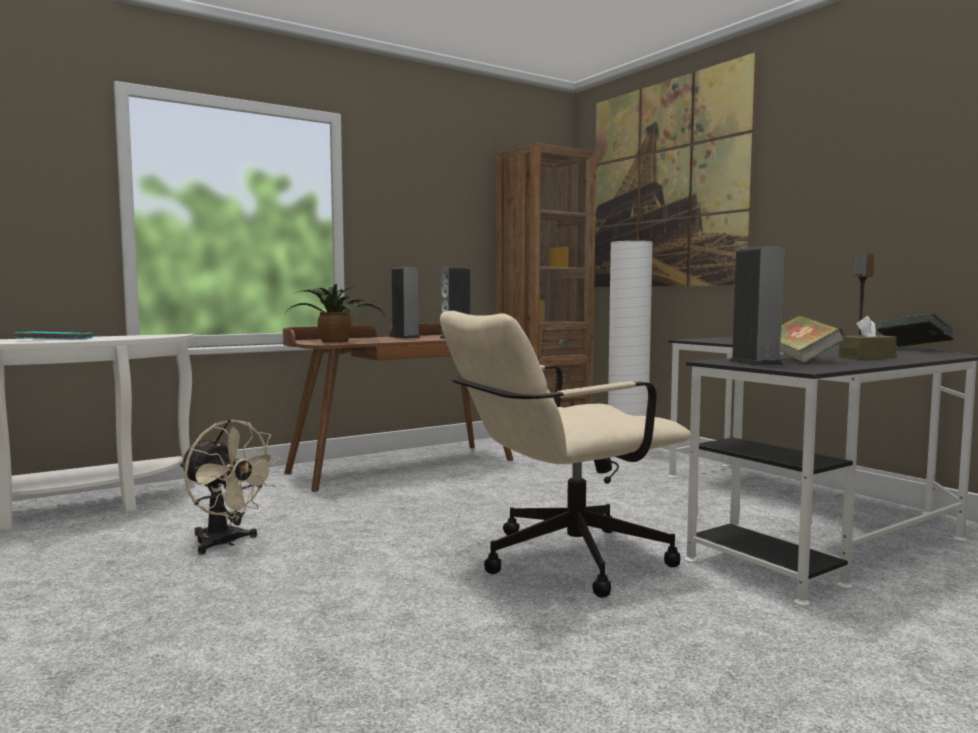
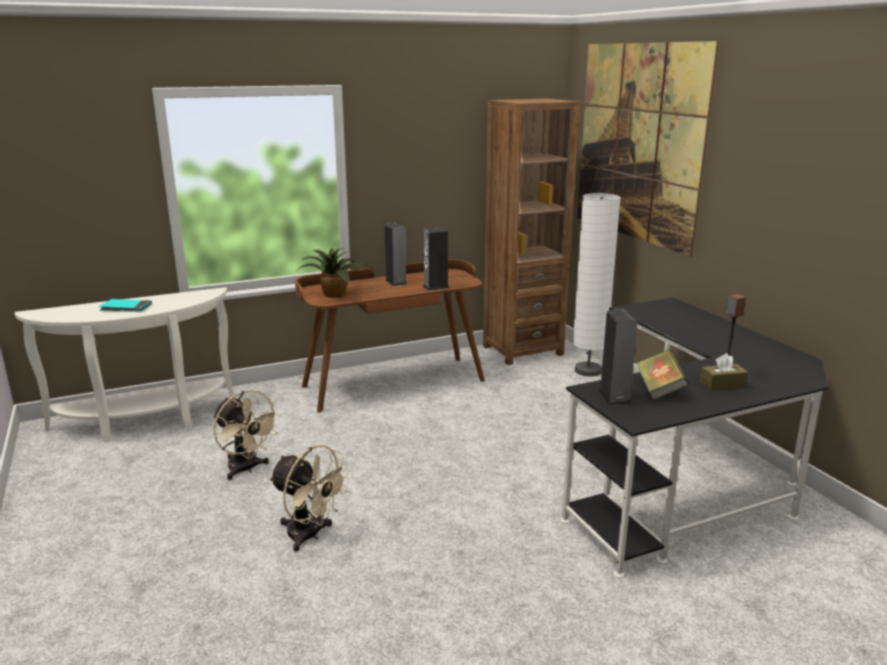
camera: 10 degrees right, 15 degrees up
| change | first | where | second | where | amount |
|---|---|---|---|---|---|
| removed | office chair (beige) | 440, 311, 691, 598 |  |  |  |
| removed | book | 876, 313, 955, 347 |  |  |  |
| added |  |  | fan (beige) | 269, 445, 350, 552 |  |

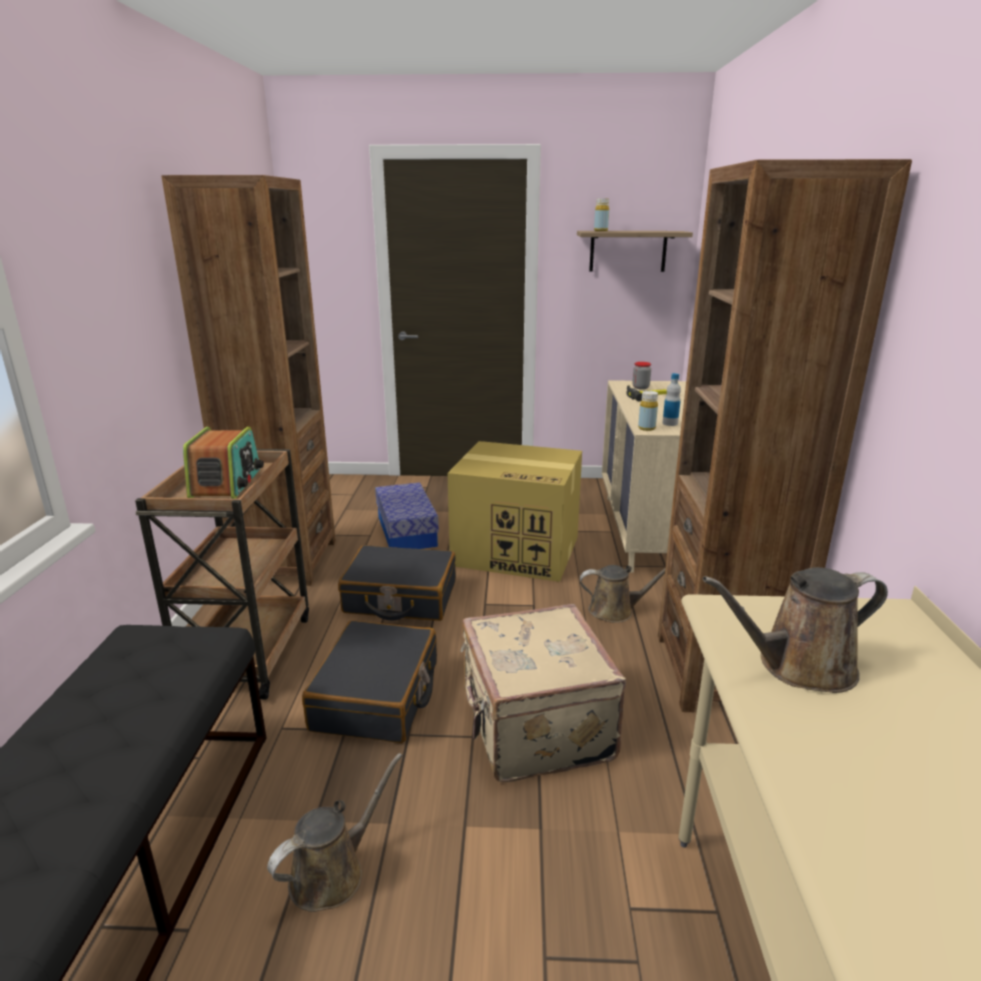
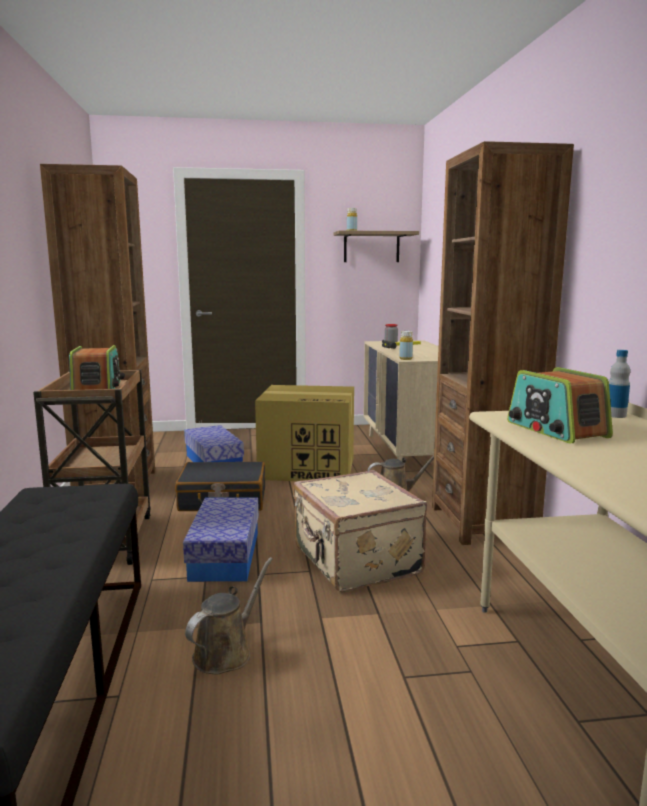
camera: 10 degrees left, 10 degrees down
| change | first | where | second | where | amount |
|---|---|---|---|---|---|
| moved | bottle | 662, 373, 681, 426 |  | 609, 350, 630, 418 |  |
| replaced | watering can (brown) | 702, 567, 888, 693 | radio | 507, 367, 613, 443 |  |
| replaced | suitcase (black) | 302, 620, 437, 743 | storage box | 183, 497, 259, 582 |  |

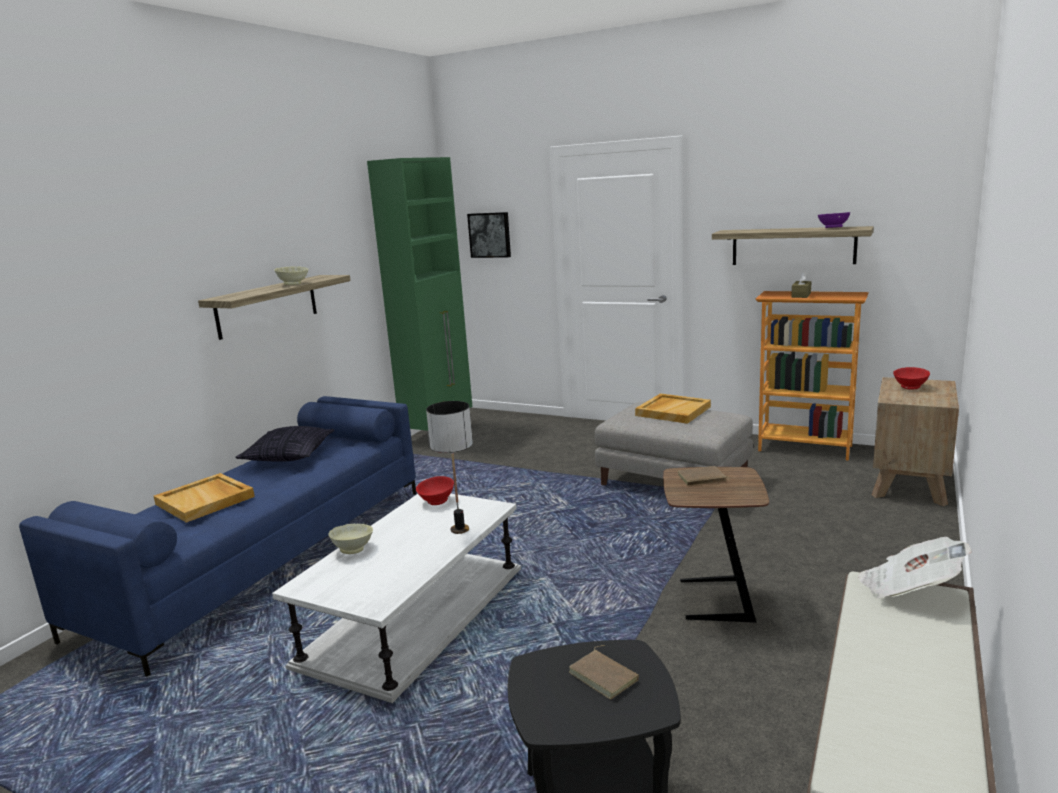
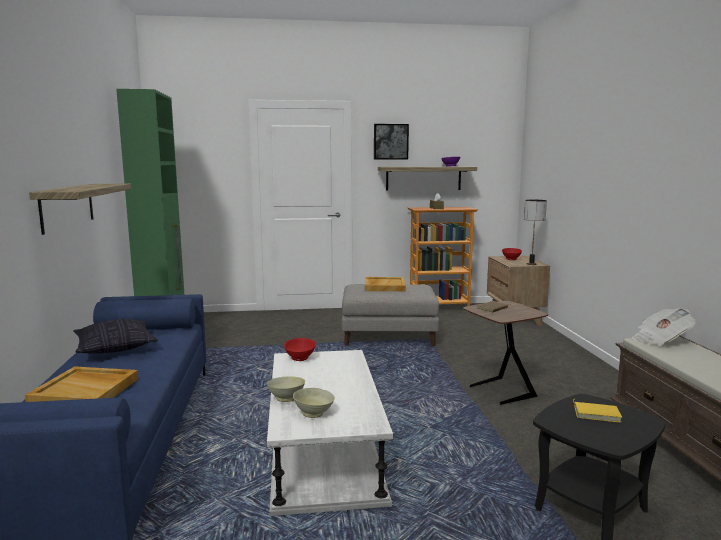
camera: 35 degrees left, 5 degrees down
| change | first | where | second | where | amount |
|---|---|---|---|---|---|
| moved | picture | 467, 212, 511, 258 |  | 374, 124, 409, 159 |  |
| moved | bowl (beige) | 274, 266, 308, 285 |  | 293, 388, 335, 418 |  |
| moved | table lamp | 426, 401, 473, 534 |  | 524, 200, 547, 265 |  |
| recoloured | book (brown) | 569, 645, 639, 700 | book (yellow) | 573, 400, 622, 423 |  |

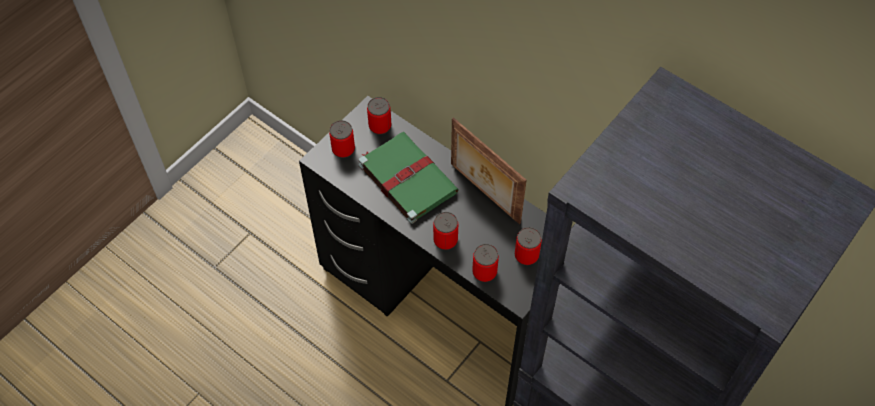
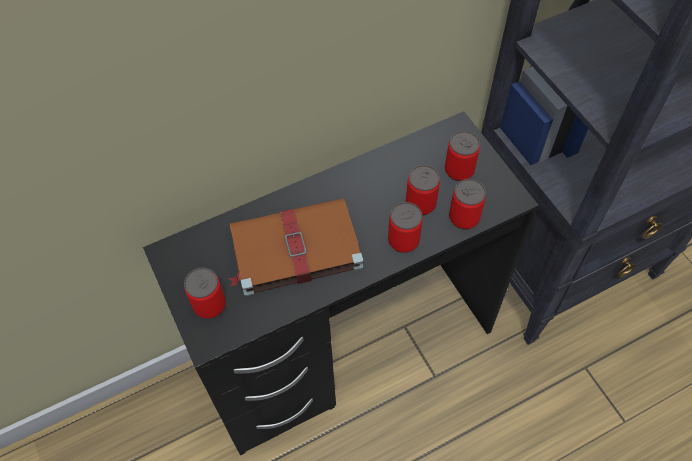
camera: 65 degrees left, 0 degrees up
| change | first | where | second | where | amount |
|---|---|---|---|---|---|
| moved | can | 367, 97, 391, 134 |  | 406, 165, 440, 216 |  |
| removed | picture frame | 451, 117, 527, 224 |  |  |  |
| recoloured | book (green) | 359, 132, 459, 224 | book (brown) | 229, 198, 363, 297 |  |

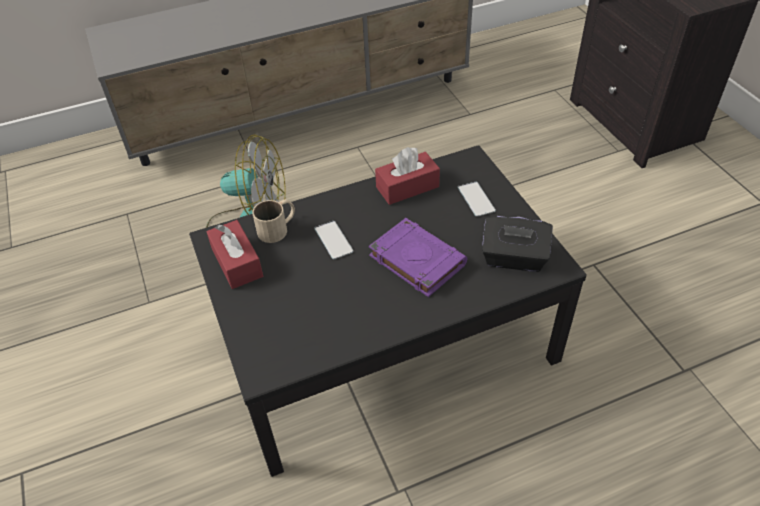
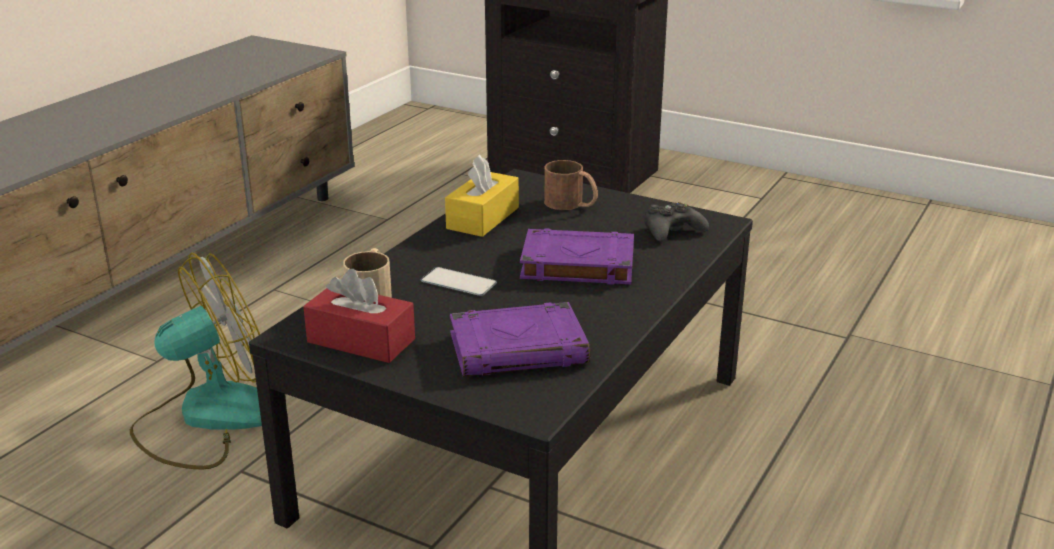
camera: 40 degrees left, 20 degrees down
| change | first | where | second | where | amount |
|---|---|---|---|---|---|
| recoloured | tissue box (red) | 375, 147, 440, 205 | tissue box (yellow) | 445, 155, 519, 237 |  |
| replaced | phone | 458, 181, 496, 217 | mug (brown) | 544, 160, 598, 210 |  |
| replaced | tissue box (black) | 482, 216, 553, 272 | game controller (black) | 644, 202, 709, 241 |  |
| added |  |  | book (purple) | 450, 302, 590, 377 |  |

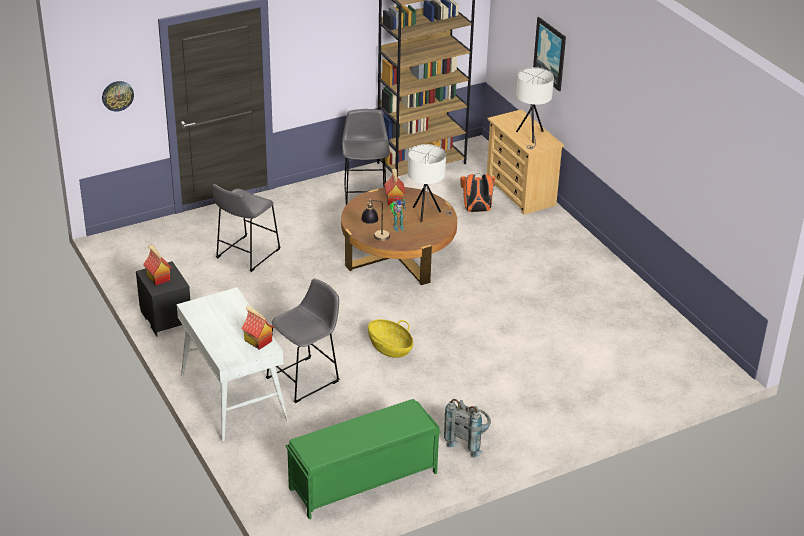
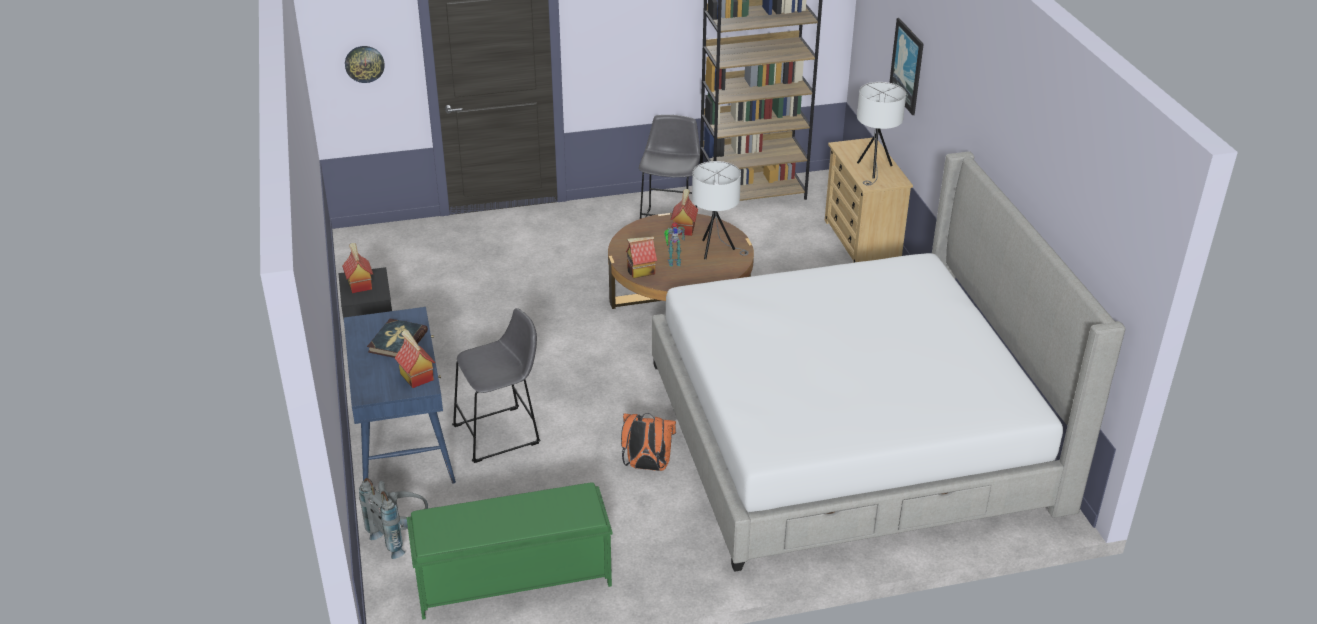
camera: 15 degrees right, 0 degrees up
| change | first | where | second | where | amount |
|---|---|---|---|---|---|
| moved | backpack (orange) | 460, 173, 495, 212 |  | 621, 413, 676, 471 |  |
| removed | stool (grey) | 212, 184, 280, 272 |  |  |  |
| replaced | table lamp | 361, 199, 390, 241 | toy house | 626, 237, 657, 278 |  |
| recoloured | desk (white) | 177, 287, 288, 441 | desk (blue) | 344, 307, 456, 484 |  |
| removed | basket | 368, 319, 413, 358 |  |  |  |
| moved | backpack (grey) | 444, 399, 491, 457 |  | 359, 478, 428, 559 |  |
| added |  |  | bed | 652, 151, 1126, 572 |  |
| added |  |  | book | 367, 319, 428, 358 |  |

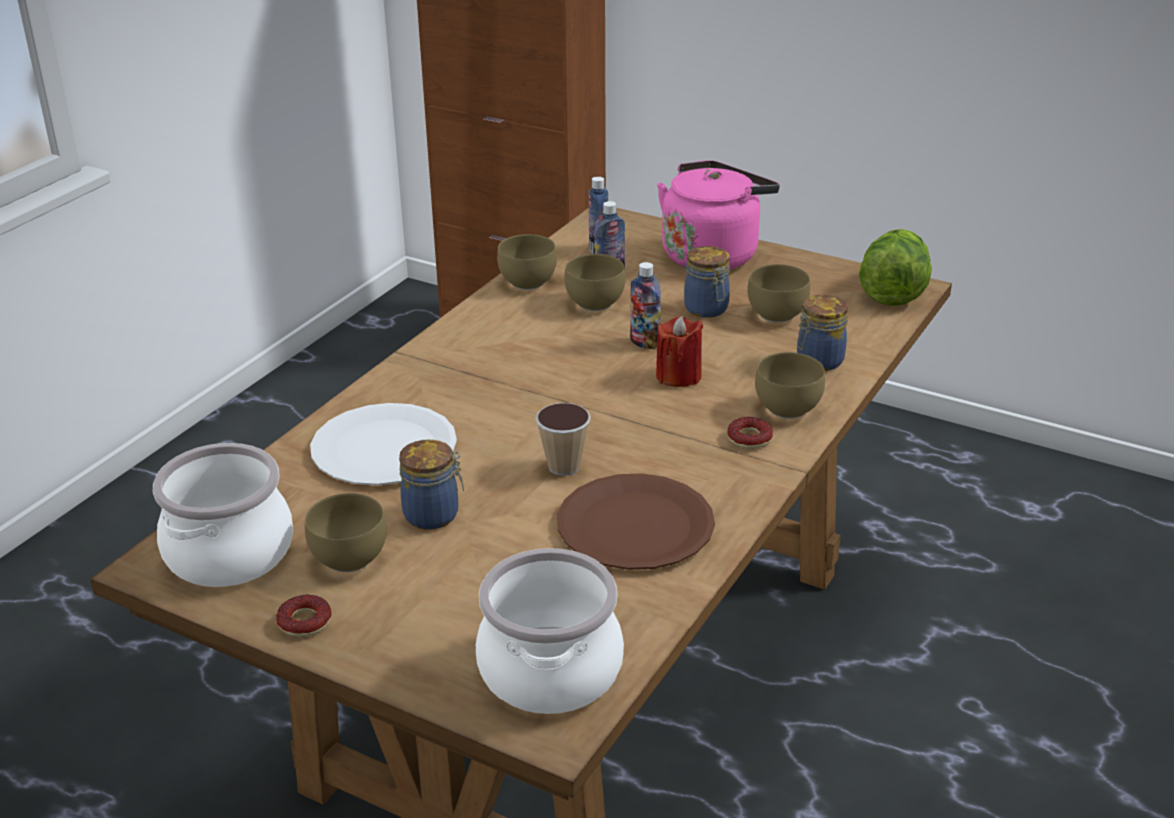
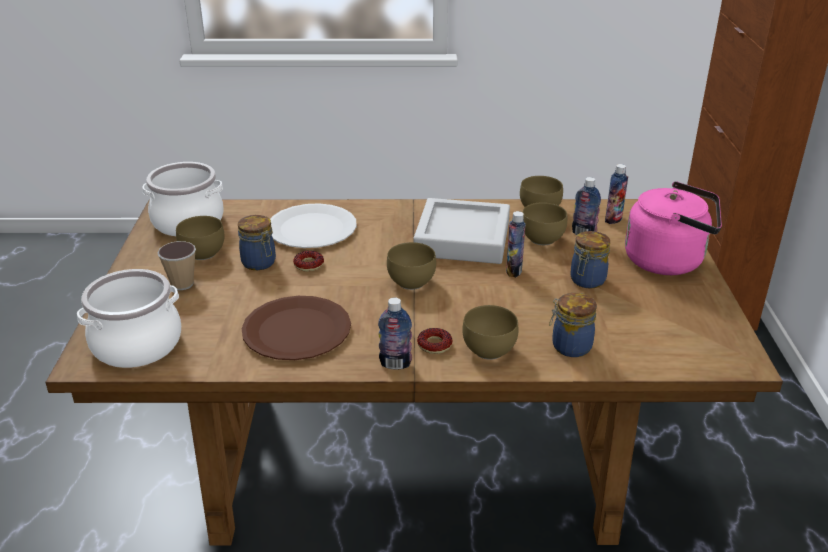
camera: 60 degrees right, 0 degrees up
| change | first | where | second | where | amount |
|---|---|---|---|---|---|
| removed | lettuce | 859, 229, 932, 306 |  |  |  |
| moved | bowl (brown) | 747, 264, 810, 323 |  | 387, 242, 436, 290 |  |
| removed | candle (red) | 656, 316, 703, 387 |  |  |  |
| moved | cup | 535, 403, 591, 476 |  | 157, 241, 196, 290 |  |
| moved | donut | 276, 595, 331, 637 |  | 293, 251, 324, 272 |  |
| added |  |  | tray (grey) | 413, 198, 510, 264 |  |
| added |  |  | bottle | 378, 298, 412, 370 |  |

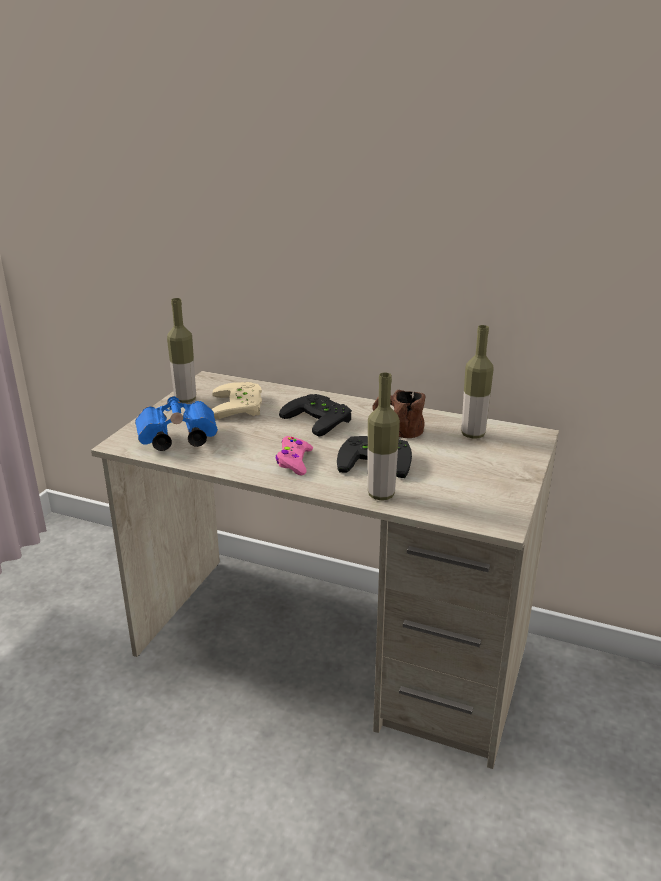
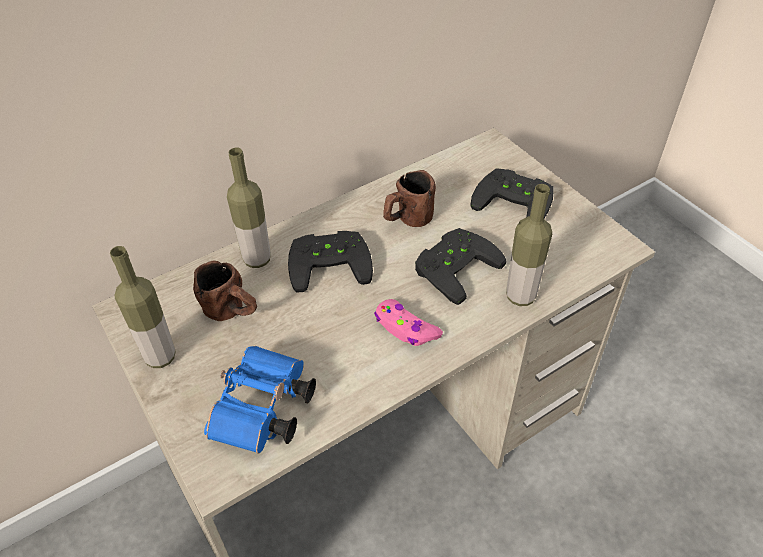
camera: 55 degrees left, 20 degrees up
| change | first | where | second | where | amount |
|---|---|---|---|---|---|
| moved | bottle | 461, 325, 494, 439 |  | 227, 148, 271, 268 |  |
| replaced | game controller (beige) | 212, 382, 262, 419 | mug (brown) | 193, 260, 257, 321 |  |
| added |  |  | game controller (black) | 470, 168, 554, 219 |  |

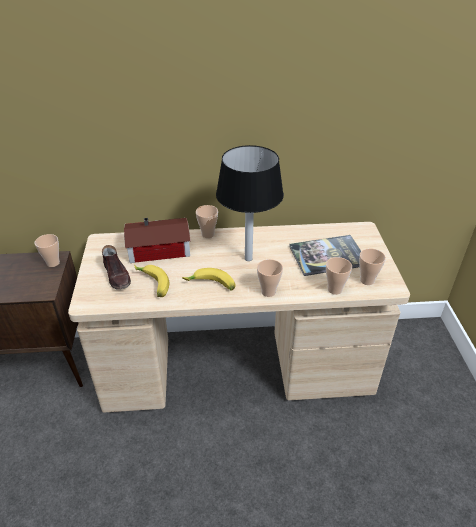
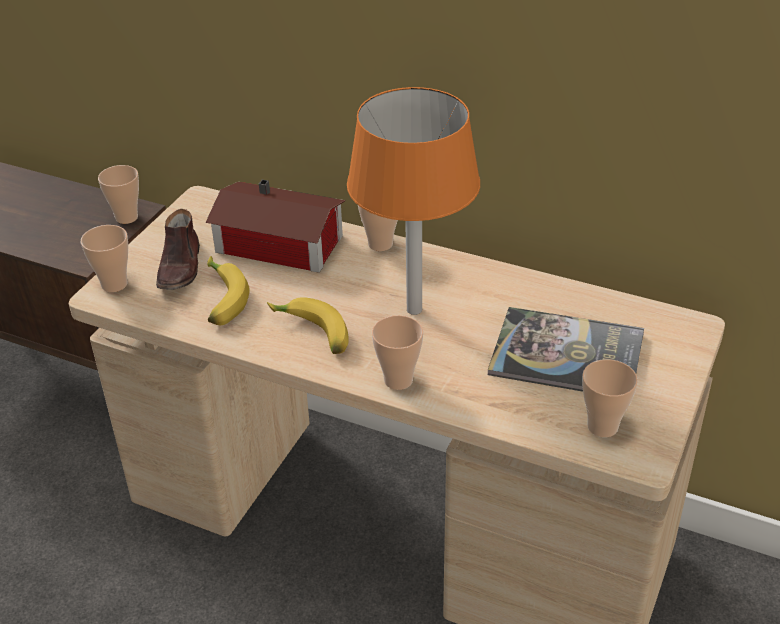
camera: 30 degrees right, 0 degrees up
| change | first | where | second | where | amount |
|---|---|---|---|---|---|
| recoloured | table lamp (black) | 216, 145, 284, 261 | table lamp (orange) | 347, 87, 480, 315 |  |
| moved | cup | 326, 257, 352, 295 |  | 81, 225, 128, 292 |  |

